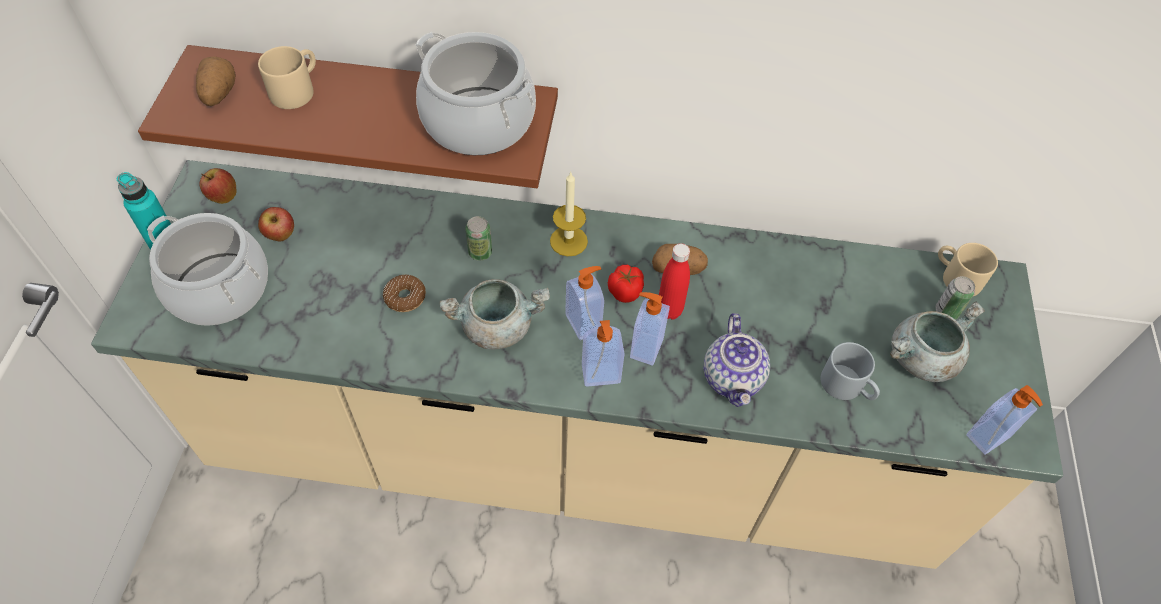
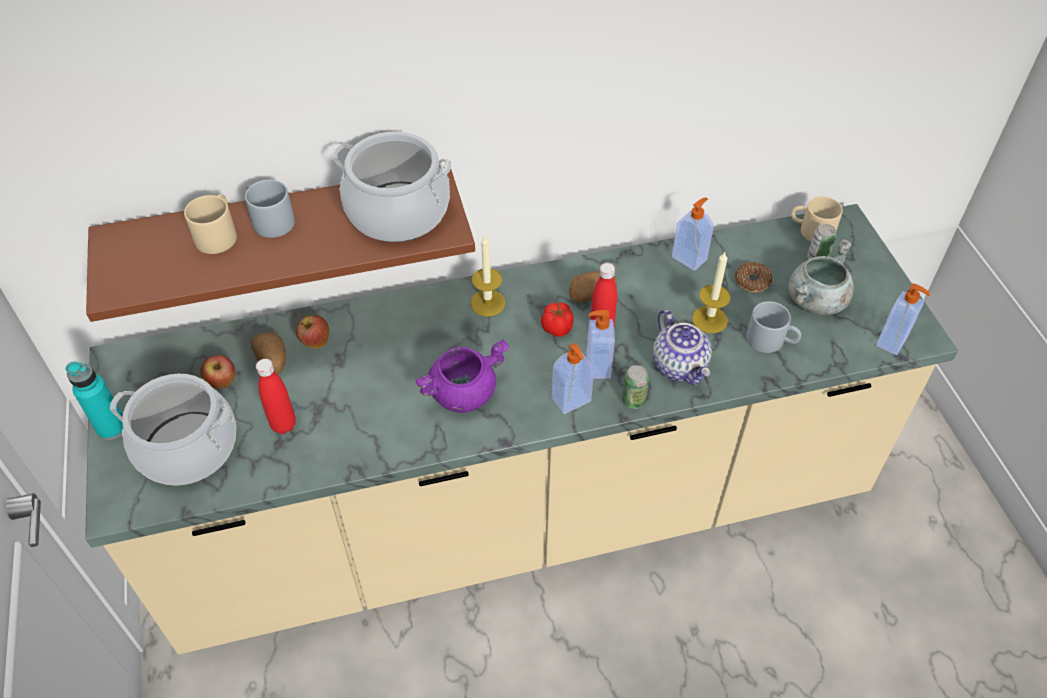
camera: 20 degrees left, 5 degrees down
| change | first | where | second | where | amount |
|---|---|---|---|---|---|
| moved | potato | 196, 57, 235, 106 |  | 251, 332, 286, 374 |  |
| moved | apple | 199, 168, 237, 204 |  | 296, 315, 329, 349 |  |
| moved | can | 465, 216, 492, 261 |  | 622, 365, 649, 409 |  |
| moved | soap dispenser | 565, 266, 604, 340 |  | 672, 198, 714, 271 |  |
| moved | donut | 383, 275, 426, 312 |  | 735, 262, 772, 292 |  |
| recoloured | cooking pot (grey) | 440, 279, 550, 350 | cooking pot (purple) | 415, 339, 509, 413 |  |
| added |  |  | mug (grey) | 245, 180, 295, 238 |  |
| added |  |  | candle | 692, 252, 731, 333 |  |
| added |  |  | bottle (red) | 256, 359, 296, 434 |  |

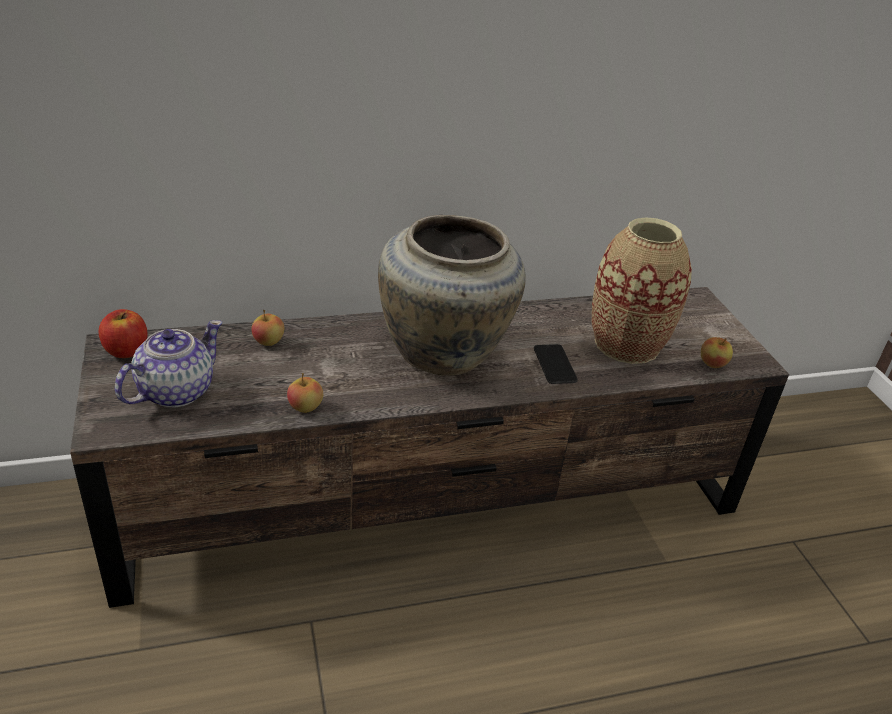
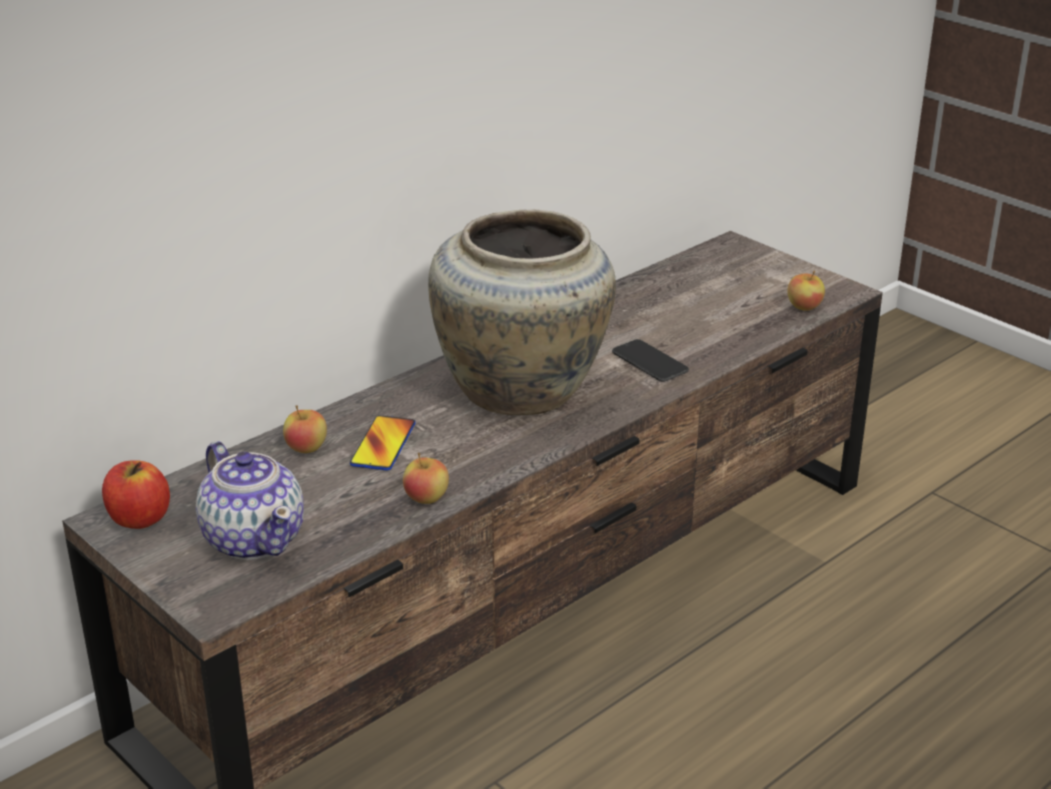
camera: 25 degrees left, 5 degrees down
| change | first | where | second | where | amount |
|---|---|---|---|---|---|
| removed | vase | 592, 217, 692, 364 |  |  |  |
| turned | teapot | 115, 320, 223, 407 |  | 196, 441, 304, 560 | 135 degrees clockwise |
| added |  |  | phone | 350, 415, 416, 471 |  |

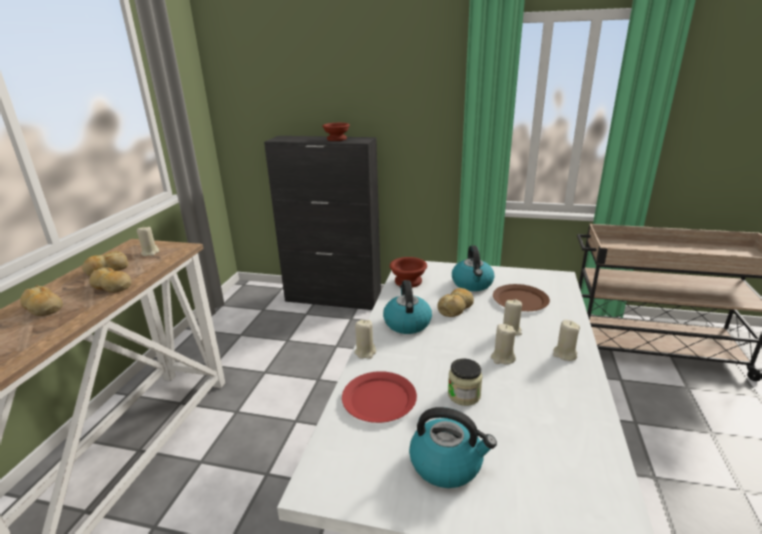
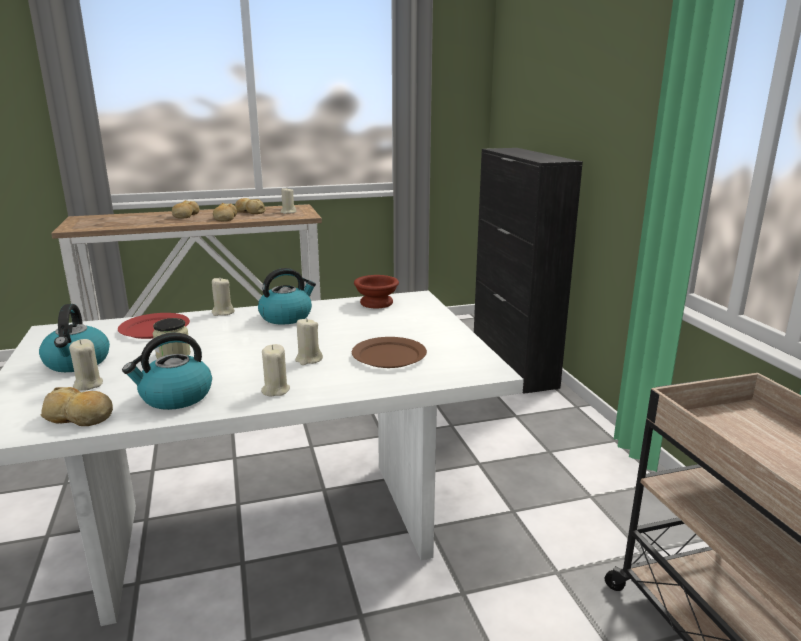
camera: 60 degrees right, 5 degrees down
| change | first | where | second | where | amount |
|---|---|---|---|---|---|
| removed | bowl (brown) | 322, 123, 350, 141 |  |  |  |
| moved | kettle | 452, 245, 495, 291 |  | 122, 333, 212, 410 |  |
| moved | bread | 437, 288, 474, 317 |  | 41, 387, 113, 426 |  |
| moved | candle (beige) | 491, 324, 516, 365 |  | 69, 339, 103, 391 |  |

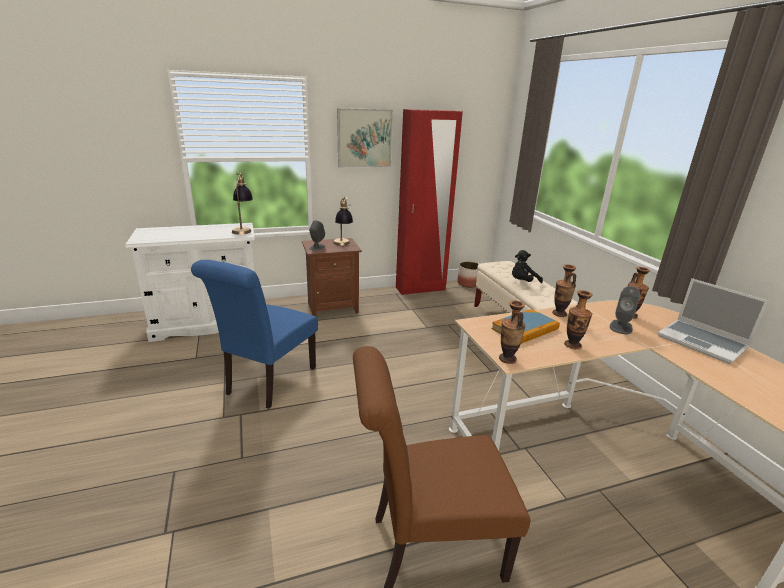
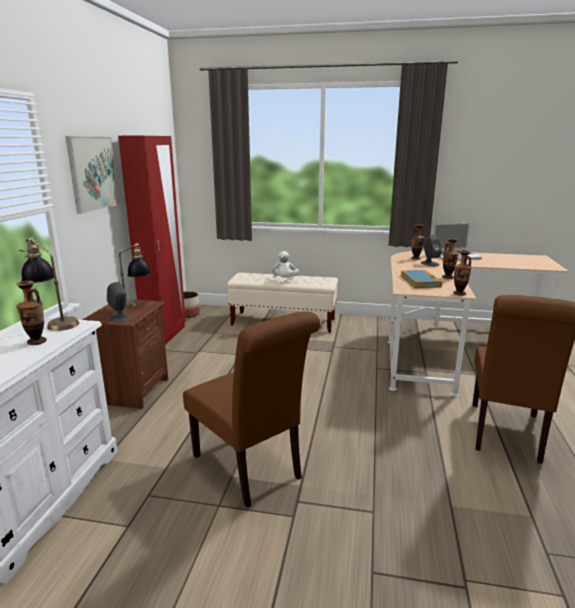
camera: 60 degrees left, 5 degrees down
| change | first | where | second | where | amount |
|---|---|---|---|---|---|
| recoloured | plush toy (black) | 512, 250, 543, 283 | plush toy (white) | 272, 251, 299, 277 |  |
| recoloured | chair (blue) | 191, 260, 318, 409 | chair (brown) | 183, 311, 321, 508 |  |
| moved | vase | 552, 265, 576, 317 |  | 16, 281, 47, 345 |  |

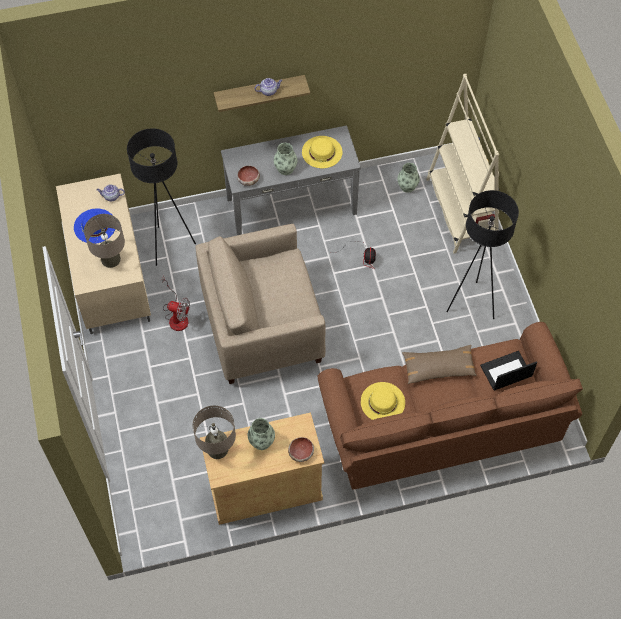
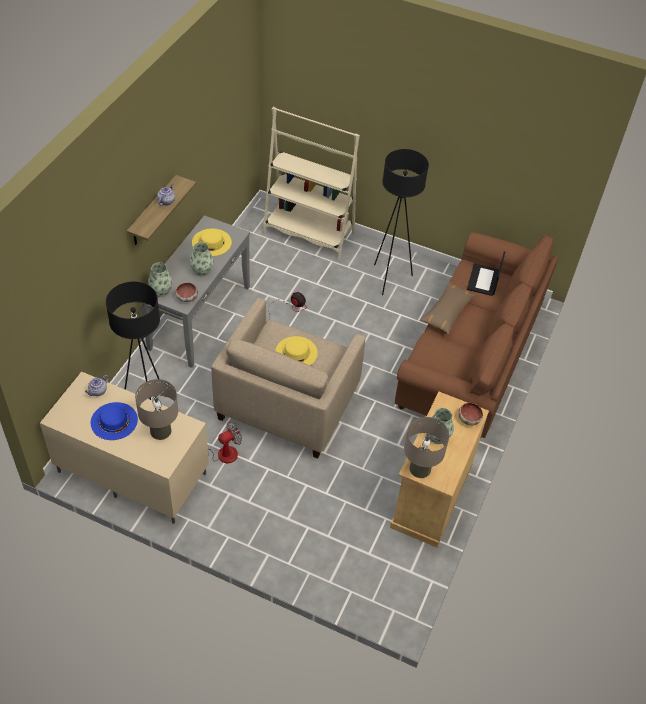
camera: 55 degrees left, 10 degrees down
| change | first | where | second | where | amount |
|---|---|---|---|---|---|
| moved | vase | 398, 163, 420, 193 |  | 148, 262, 173, 297 |  |
| moved | hat (yellow) | 361, 382, 405, 420 |  | 276, 336, 318, 365 |  |

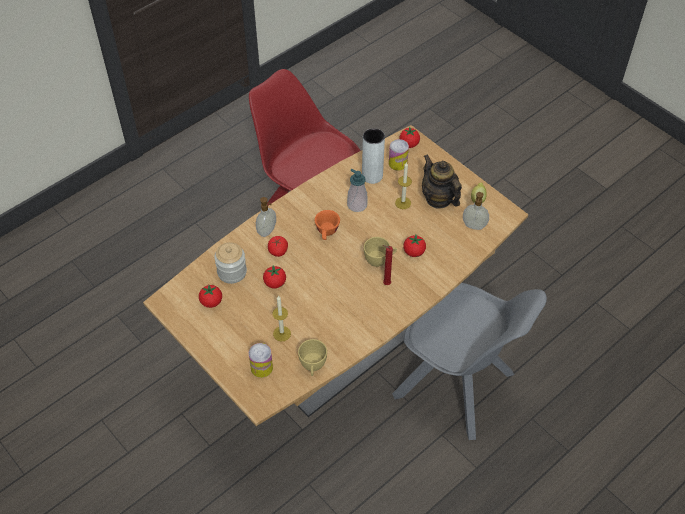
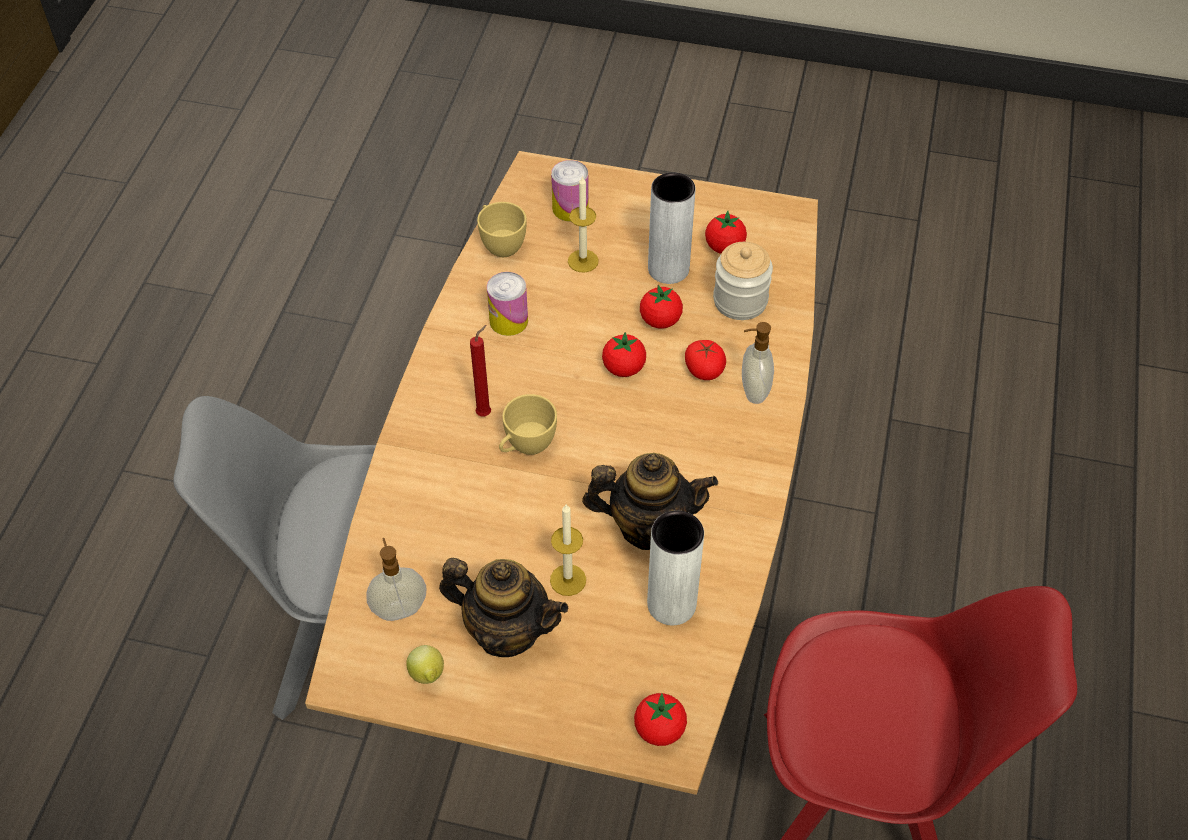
camera: 145 degrees right, 0 degrees up
| change | first | where | second | where | amount |
|---|---|---|---|---|---|
| moved | can | 389, 139, 409, 171 |  | 487, 272, 528, 336 |  |
| replaced | soap dispenser | 347, 169, 368, 212 | teapot | 582, 453, 718, 550 |  |
| removed | cup (orange) | 315, 210, 340, 240 |  |  |  |
| moved | tomato | 403, 235, 426, 257 |  | 602, 332, 646, 377 |  |
| added |  |  | vase (grey) | 648, 172, 696, 284 |  |

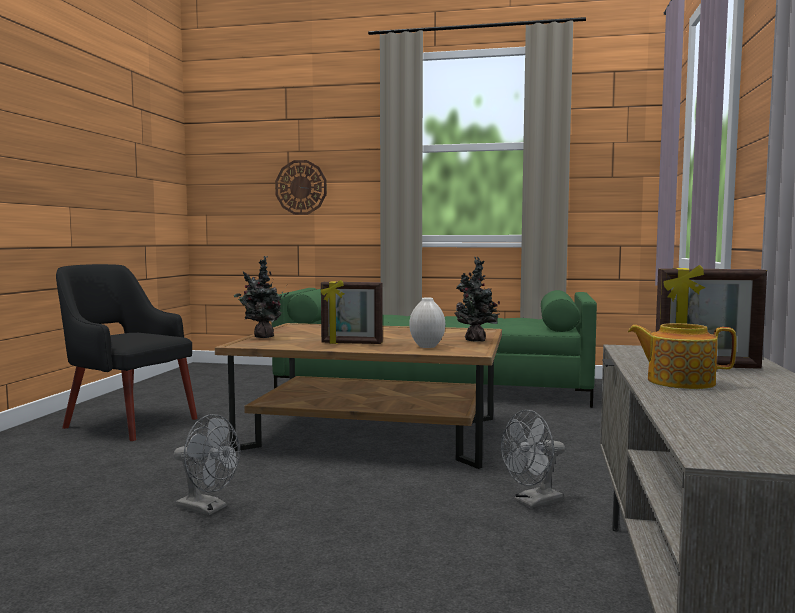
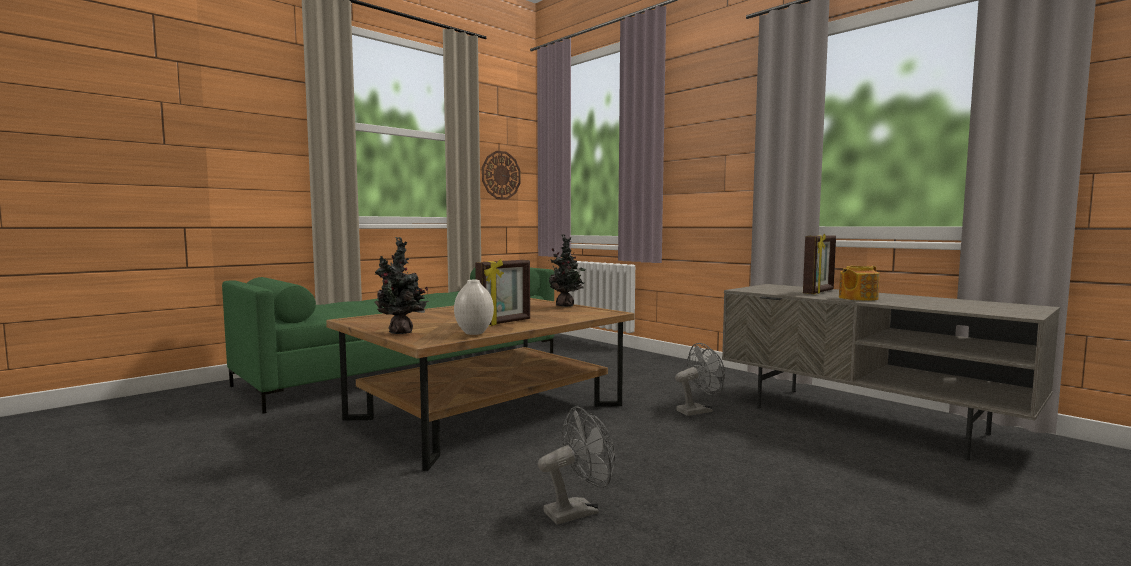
camera: 55 degrees left, 0 degrees up
| change | first | where | second | where | amount |
|---|---|---|---|---|---|
| moved | wall clock | 275, 160, 327, 215 |  | 482, 151, 521, 200 |  |
| removed | armchair (black) | 56, 264, 198, 441 |  |  |  |
| moved | vase (white) | 409, 297, 445, 348 |  | 454, 280, 494, 335 |  |
| turned | fan (grey) | 501, 410, 565, 508 |  | 675, 343, 725, 416 | 120 degrees counterclockwise |

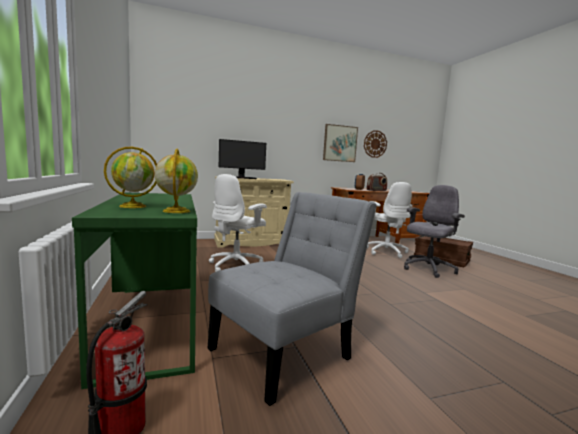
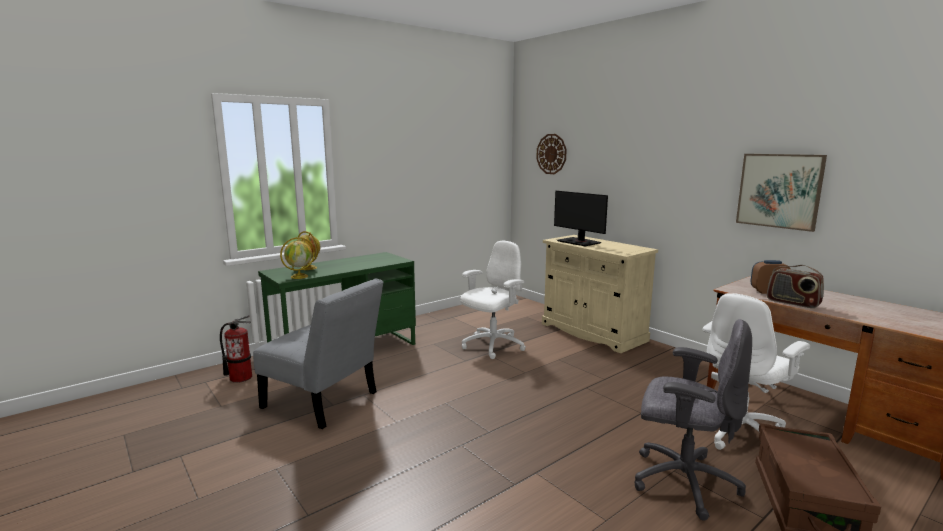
camera: 70 degrees right, 5 degrees up
| change | first | where | second | where | amount |
|---|---|---|---|---|---|
| moved | wall clock | 364, 130, 387, 158 |  | 536, 134, 567, 174 |  |
| turned | office chair (white) | 209, 174, 267, 272 |  | 461, 241, 526, 359 | 120 degrees clockwise |

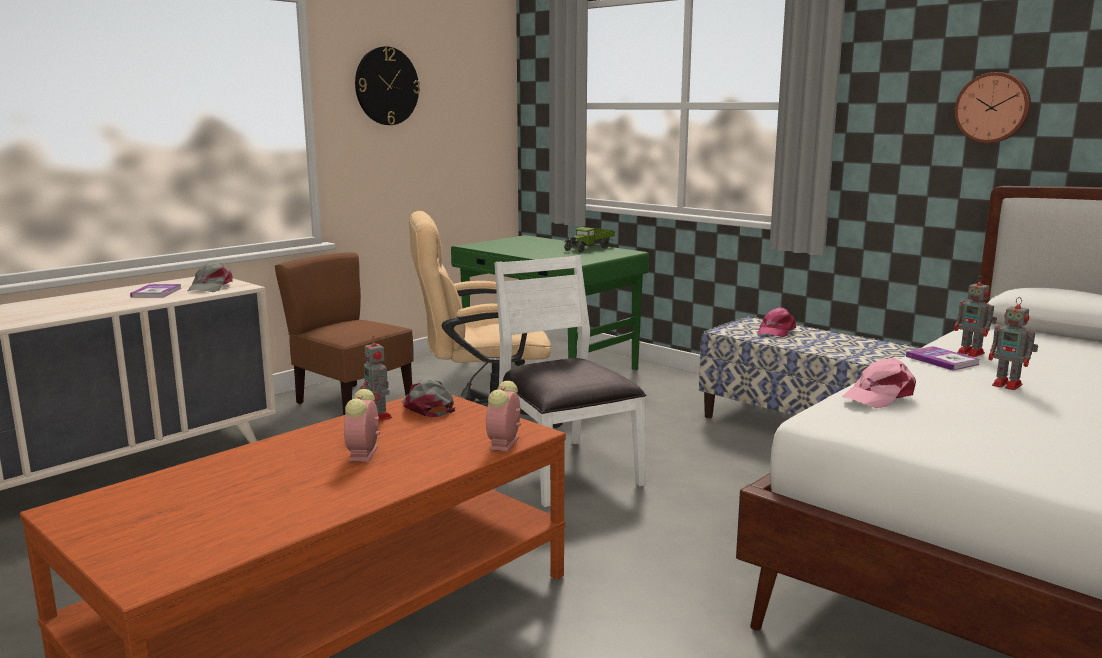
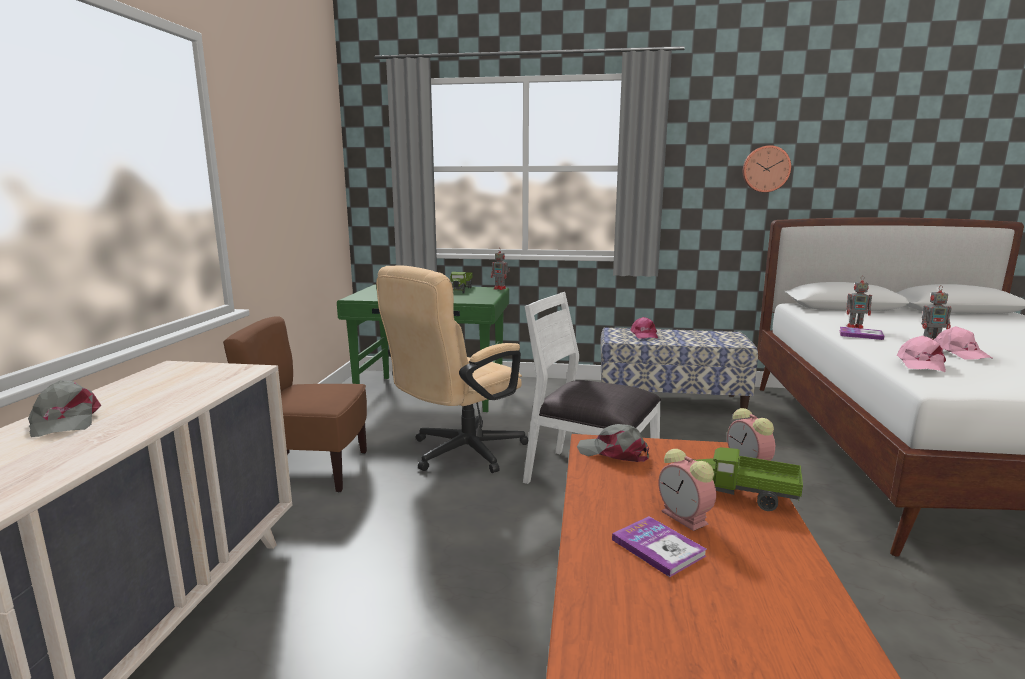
camera: 35 degrees left, 0 degrees up
| change | first | where | second | where | amount |
|---|---|---|---|---|---|
| removed | wall clock | 355, 46, 420, 125 |  |  |  |
| moved | cap (grey) | 188, 261, 233, 292 |  | 28, 380, 101, 437 |  |
| moved | book | 130, 284, 182, 298 |  | 612, 516, 707, 577 |  |
| moved | toy robot | 360, 335, 392, 421 |  | 491, 248, 510, 290 |  |
| added |  |  | cap (pink) | 934, 326, 992, 360 |  |
| added |  |  | toy truck | 693, 447, 803, 511 |  |

